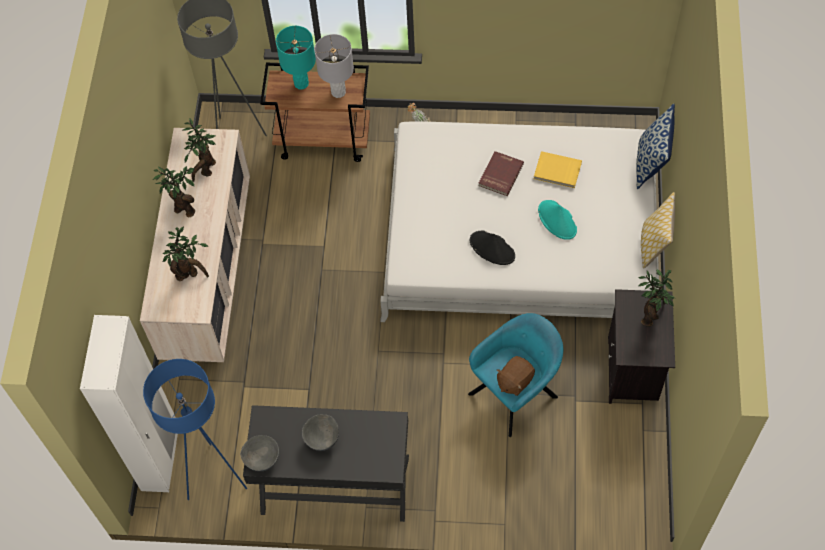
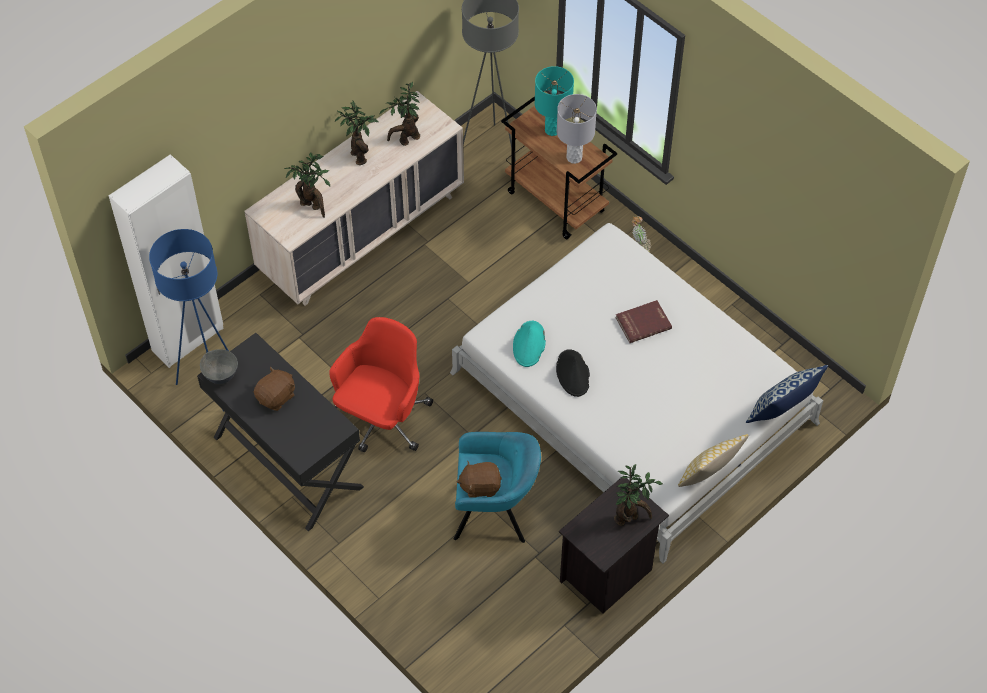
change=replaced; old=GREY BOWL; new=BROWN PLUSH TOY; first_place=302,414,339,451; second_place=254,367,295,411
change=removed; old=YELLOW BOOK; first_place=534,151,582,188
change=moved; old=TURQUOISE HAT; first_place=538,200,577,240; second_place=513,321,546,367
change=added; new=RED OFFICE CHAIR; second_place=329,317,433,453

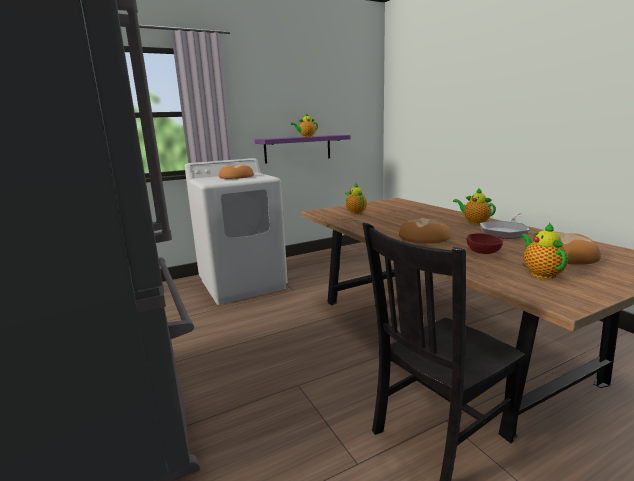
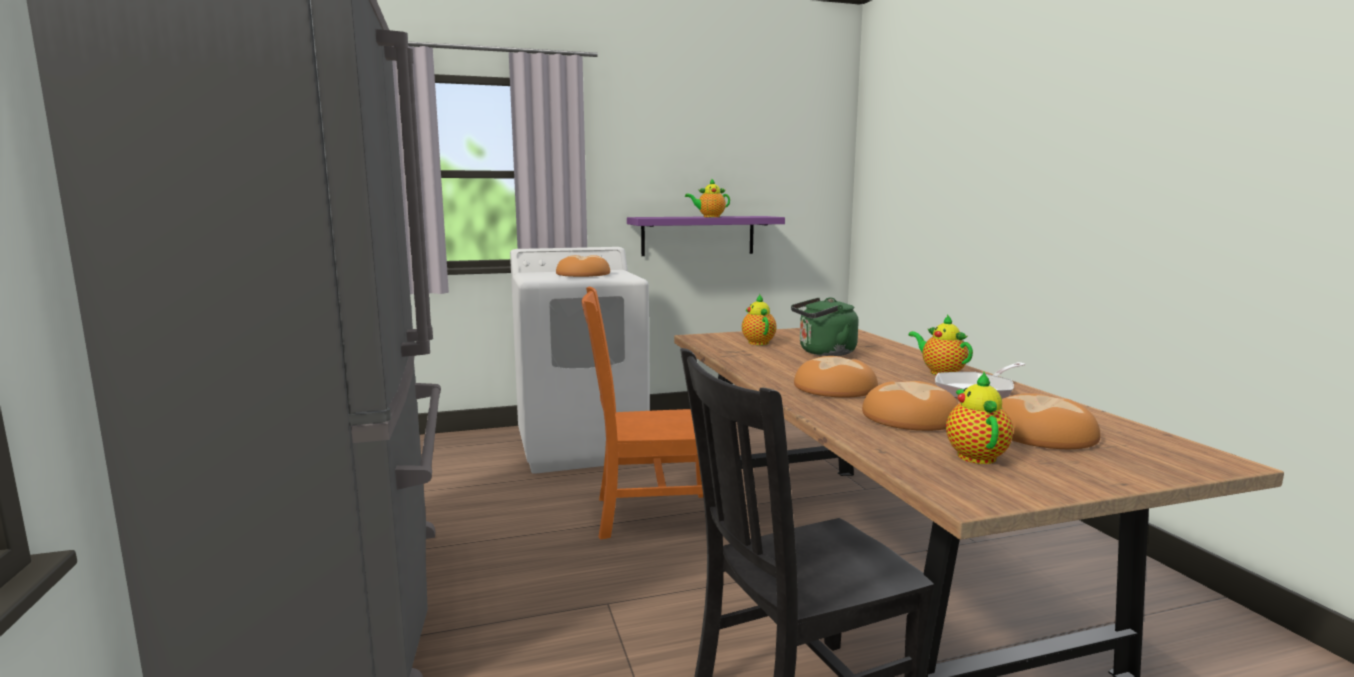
change=replaced; old=RED BOWL; new=BREAD; first_place=467,233,503,254; second_place=862,381,959,431
change=added; new=ORANGE CHAIR; second_place=581,287,703,540
change=added; new=GREEN KETTLE; second_place=791,297,859,356

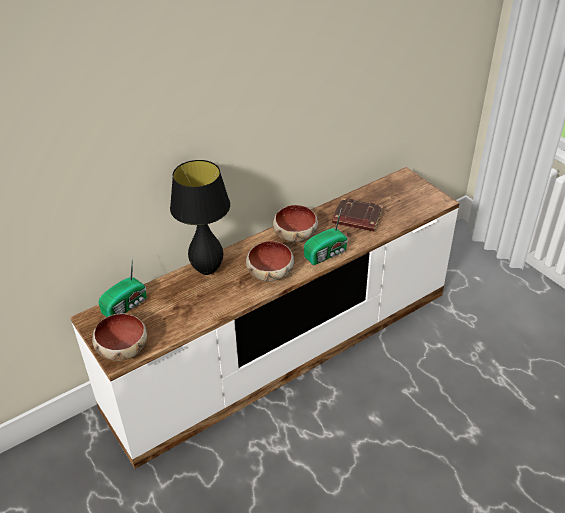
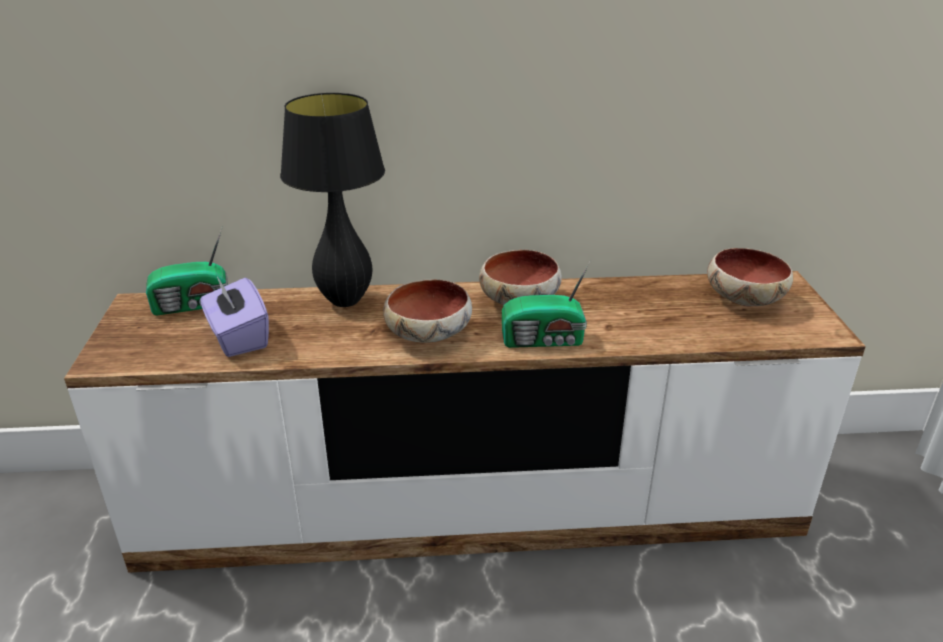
change=moved; old=BOWL; first_place=92,313,147,361; second_place=707,248,793,306
change=removed; old=BROWN BOOK; first_place=332,198,383,232
change=added; new=PURPLE TISSUE BOX; second_place=200,276,269,357

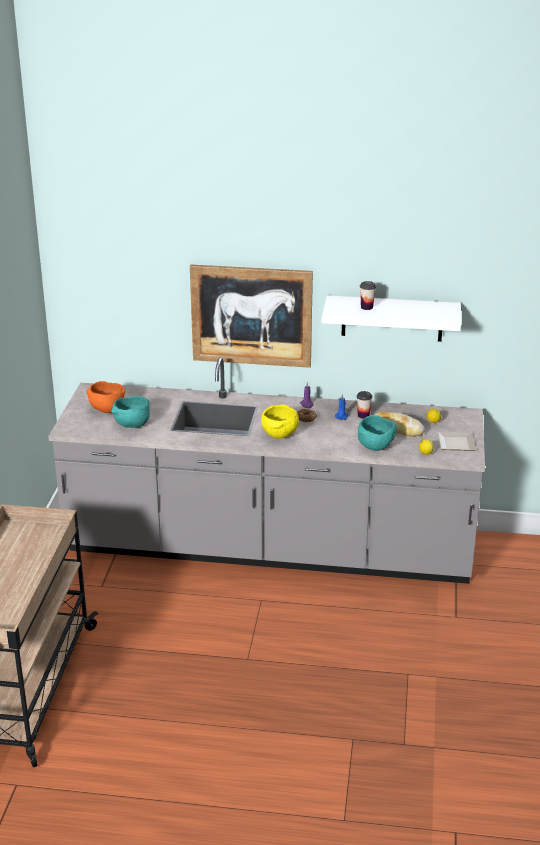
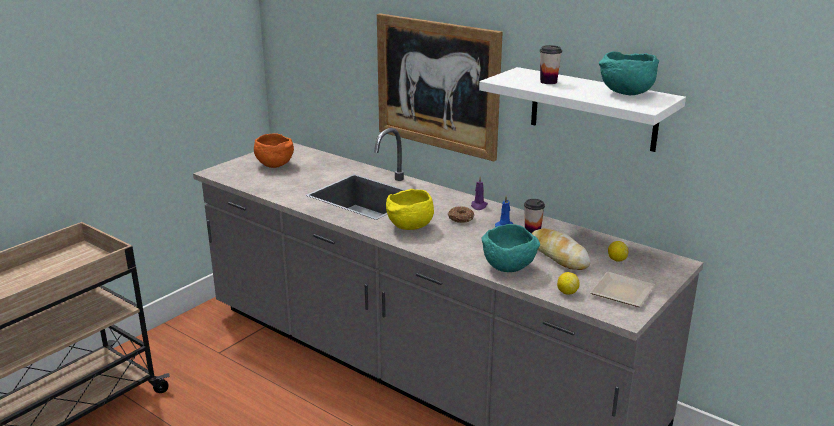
change=moved; old=TURQUOISE BOWL; first_place=111,396,150,428; second_place=599,51,659,95

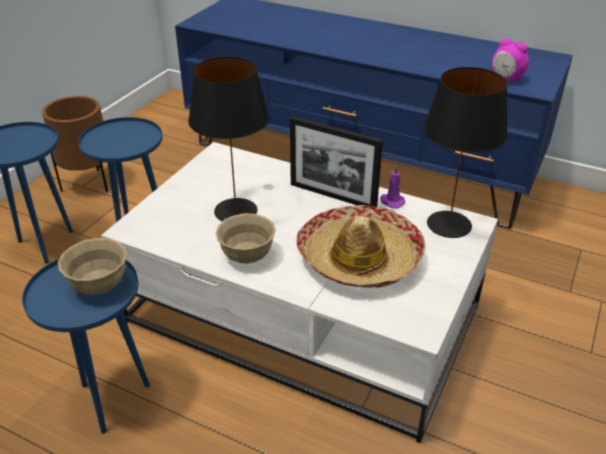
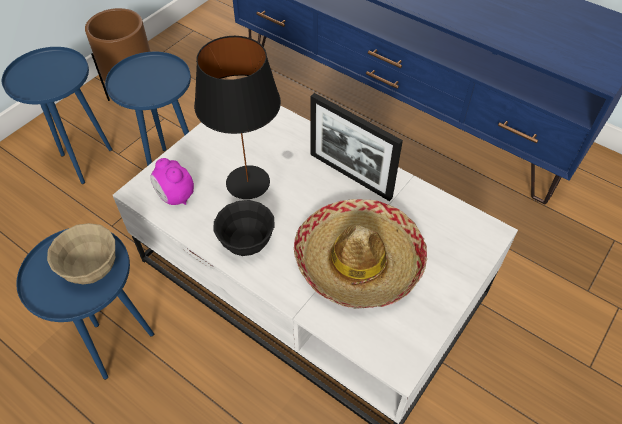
change=recoloured; old=BEIGE BOWL; new=BLACK BOWL; first_place=215,213,276,264; second_place=213,200,275,256
change=removed; old=PURPLE CANDLE; first_place=380,165,405,208
change=removed; old=BLACK TABLE LAMP; first_place=423,67,508,238
change=moved; old=ALARM CLOCK; first_place=491,39,529,82; second_place=150,158,194,205

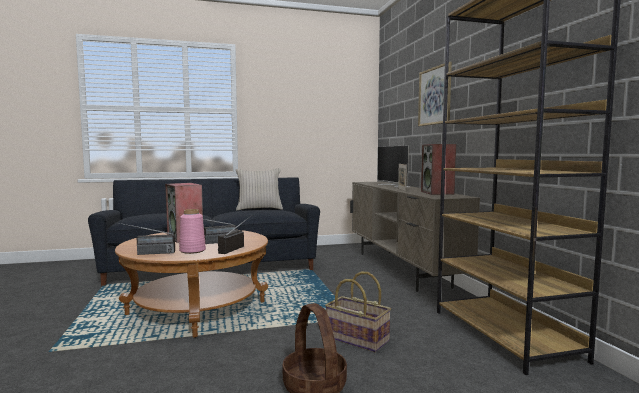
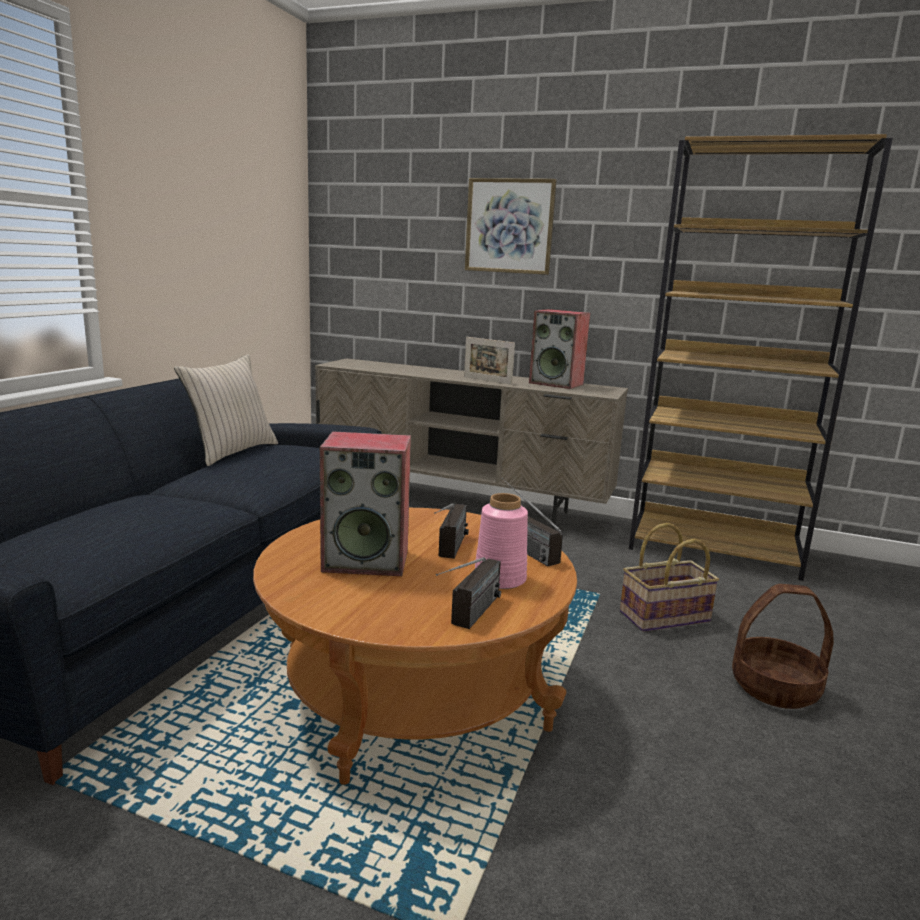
change=removed; old=TELEVISION; first_place=377,145,409,188

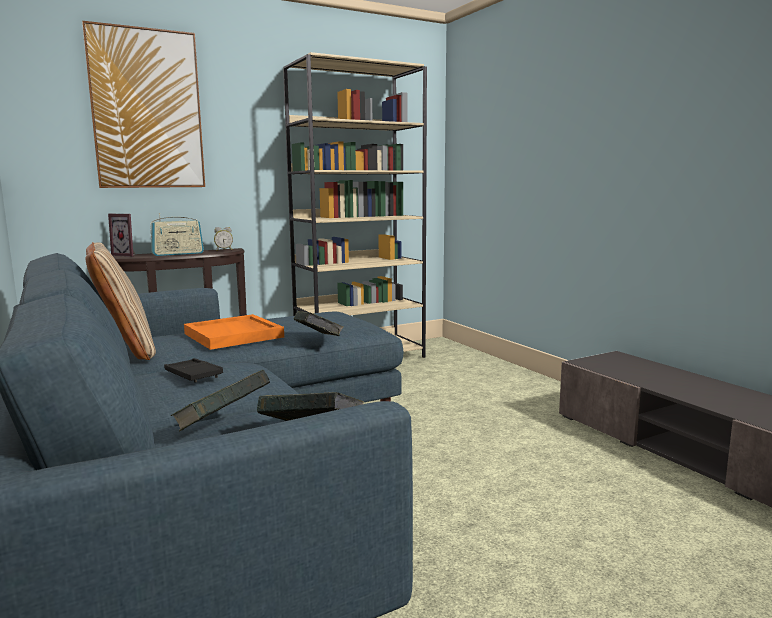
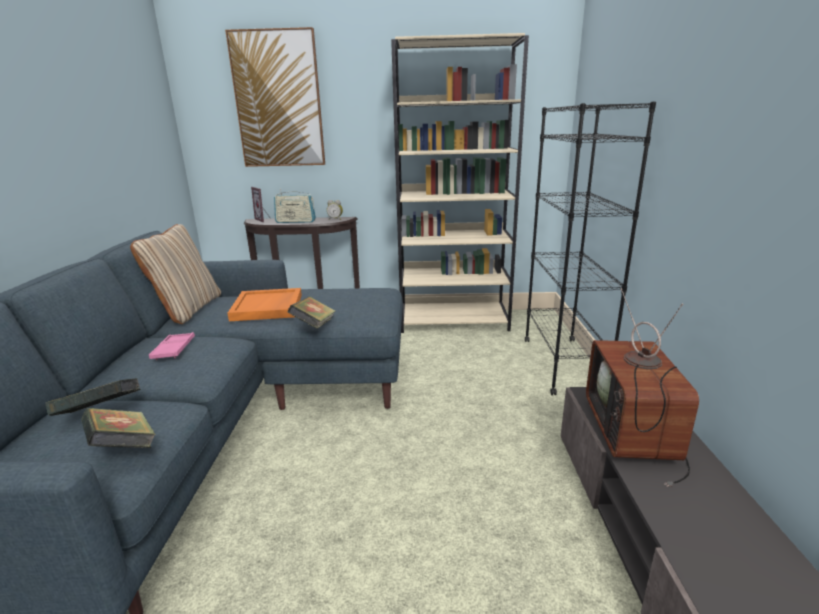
change=recoloured; old=BLACK TRAY; new=PINK TRAY; first_place=164,358,223,383; second_place=149,332,195,360
change=added; new=BLACK BOOKCASE; second_place=525,102,656,395
change=added; new=TELEVISION; second_place=586,288,699,487

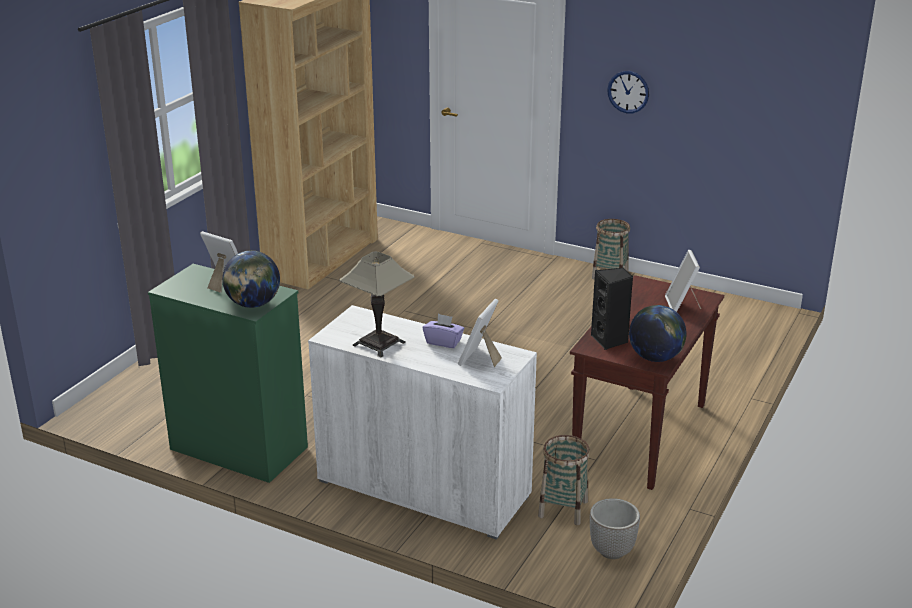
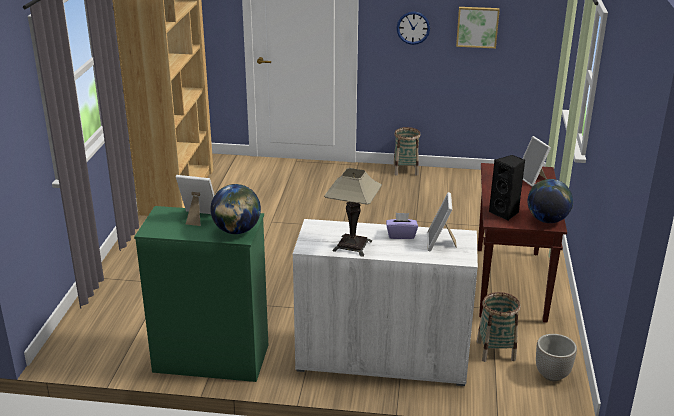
change=added; new=PICTURE; second_place=456,7,500,48

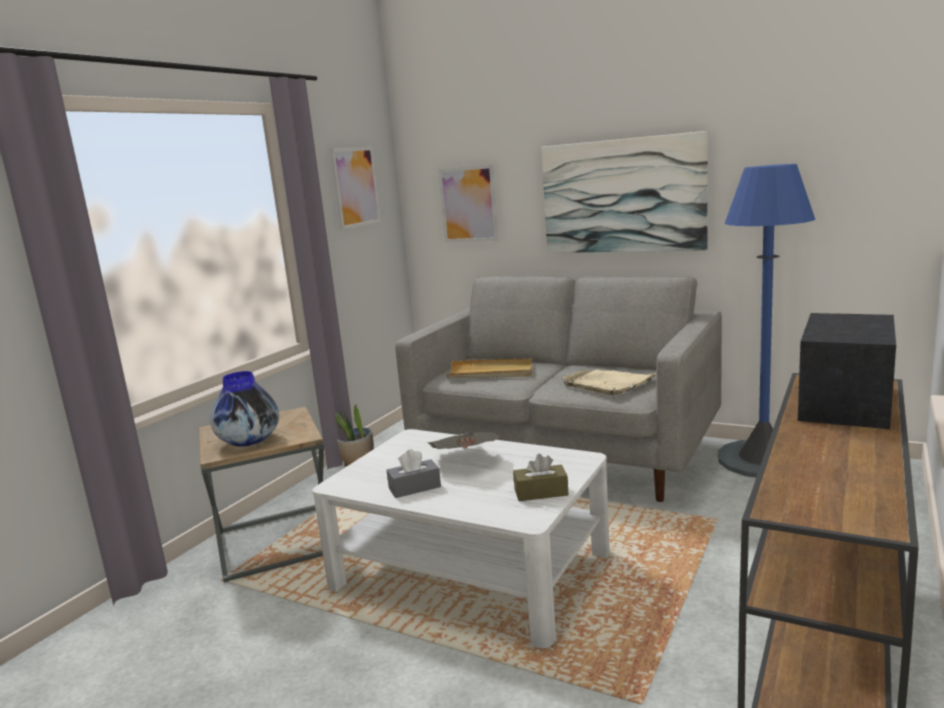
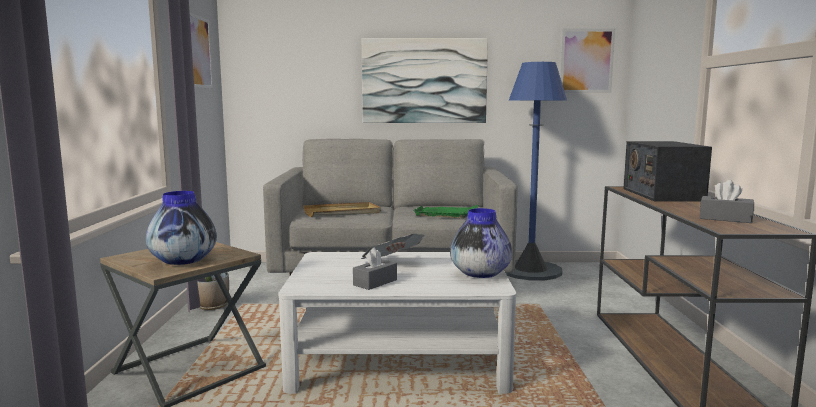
change=moved; old=PICTURE; first_place=438,165,499,242; second_place=560,29,615,93
change=replaced; old=BROWN TISSUE BOX; new=VASE; first_place=513,454,569,501; second_place=450,208,512,278
change=recoloured; old=BEIGE TRAY; new=GREEN TRAY; first_place=561,369,656,395; second_place=413,205,479,218
change=added; new=GREY TISSUE BOX; second_place=700,180,754,223

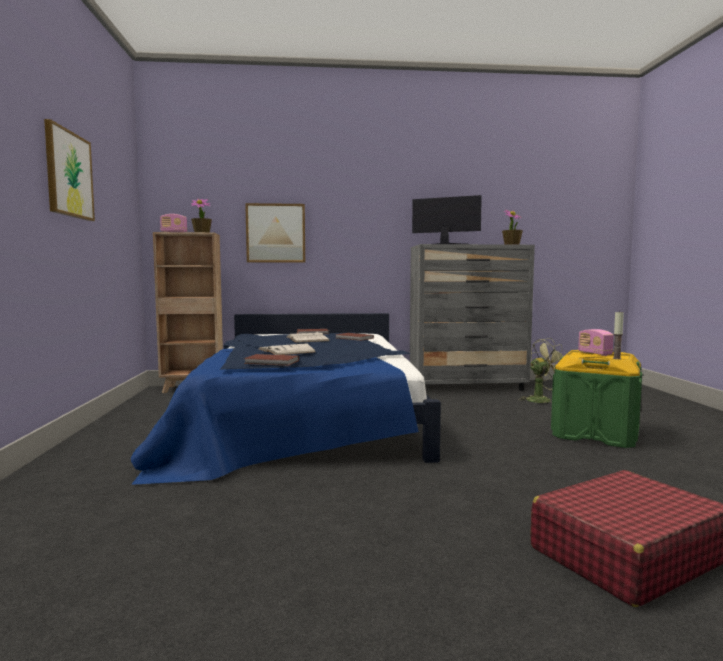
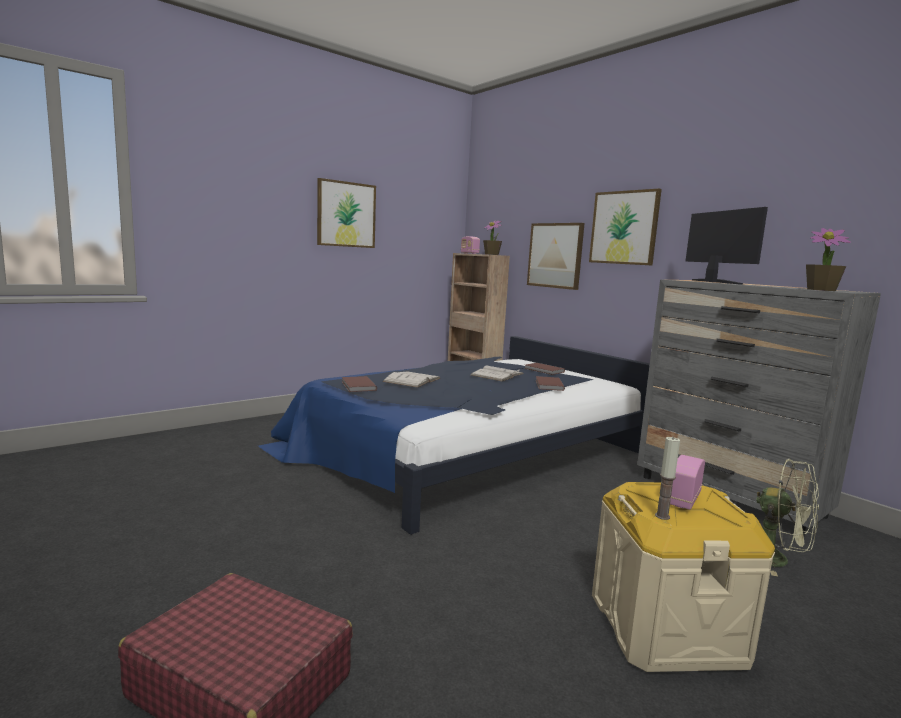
change=recoloured; old=GREEN STORAGE BOX; new=BEIGE STORAGE BOX; first_place=551,350,642,448; second_place=592,482,775,672
change=added; new=PICTURE; second_place=589,189,662,265

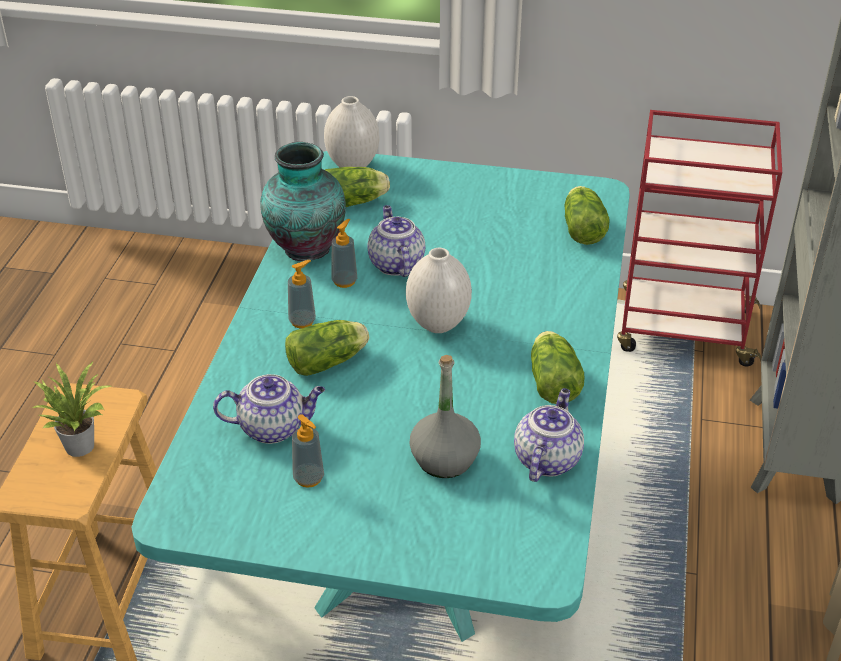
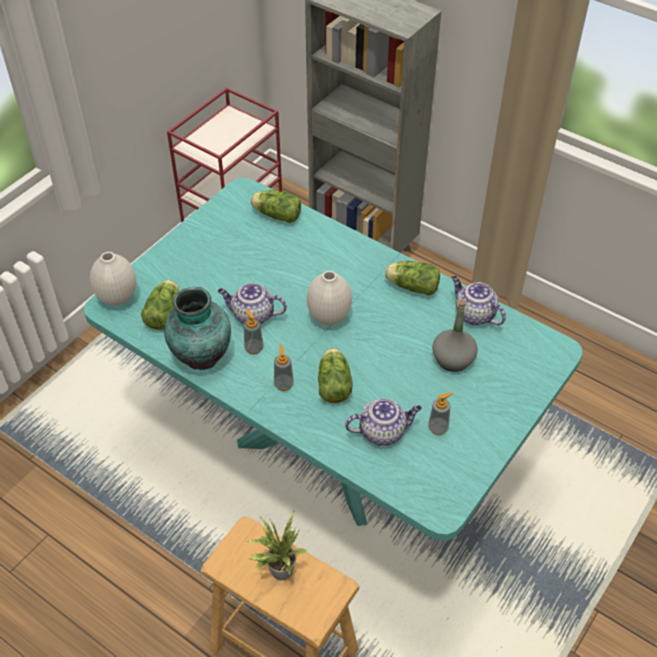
change=turned; old=TEAPOT; first_place=213,374,325,444; second_place=345,399,422,446; degrees=60

